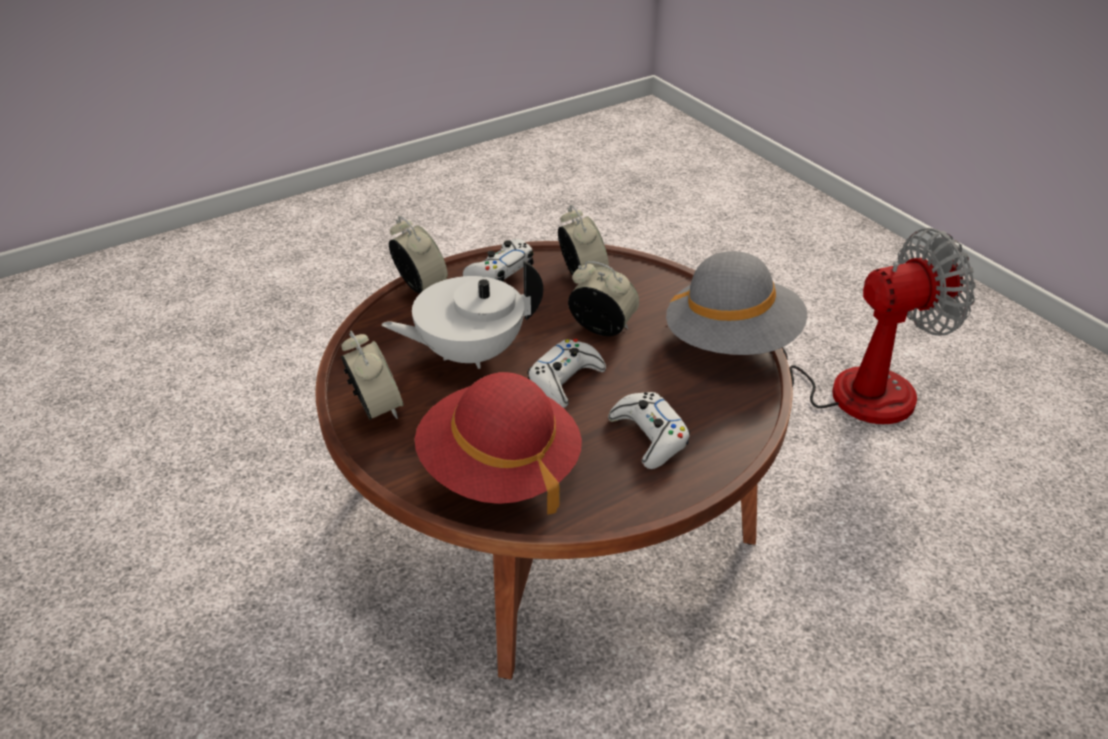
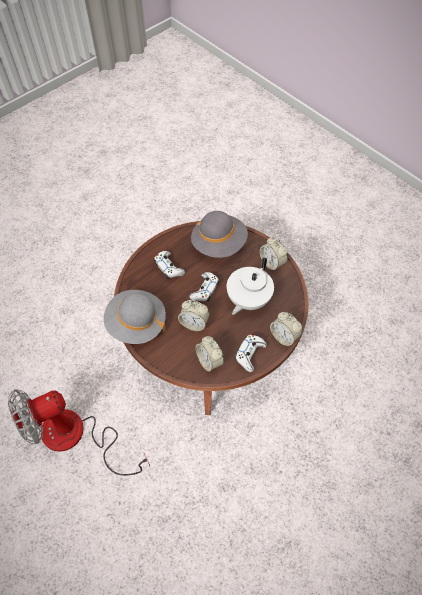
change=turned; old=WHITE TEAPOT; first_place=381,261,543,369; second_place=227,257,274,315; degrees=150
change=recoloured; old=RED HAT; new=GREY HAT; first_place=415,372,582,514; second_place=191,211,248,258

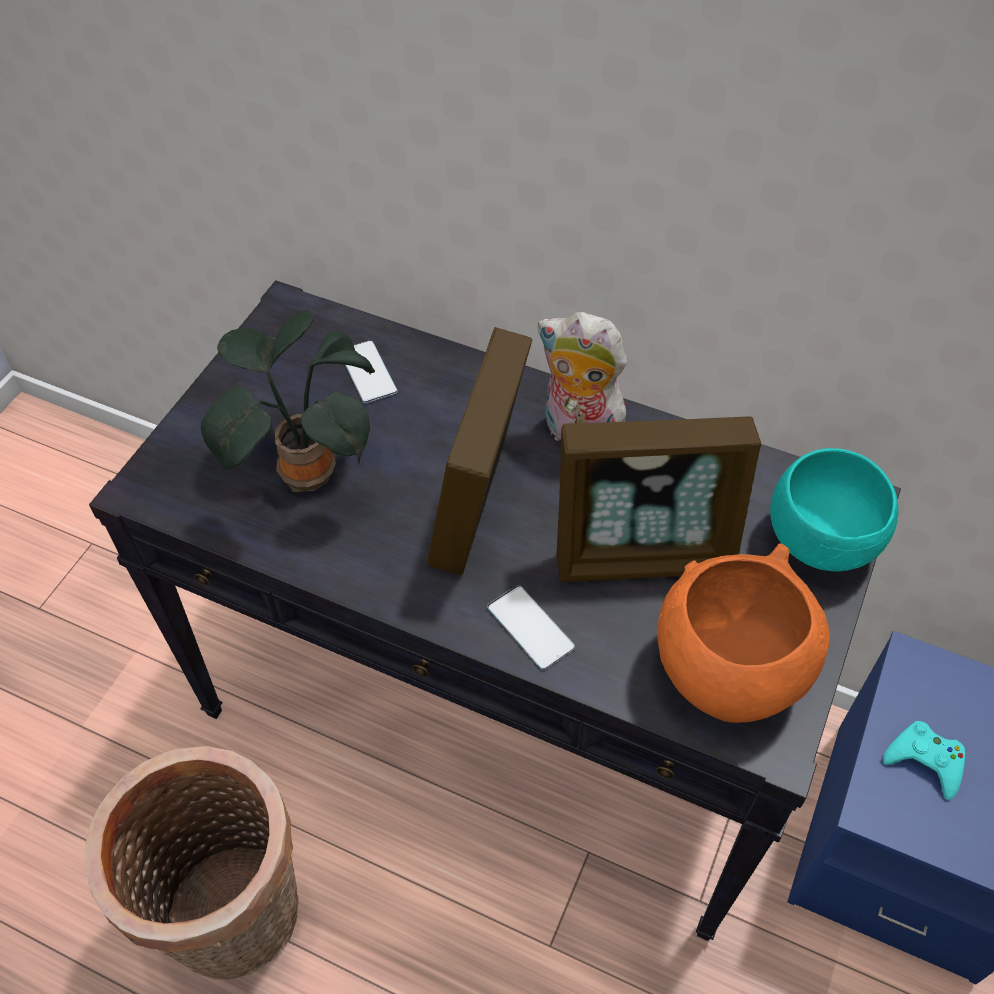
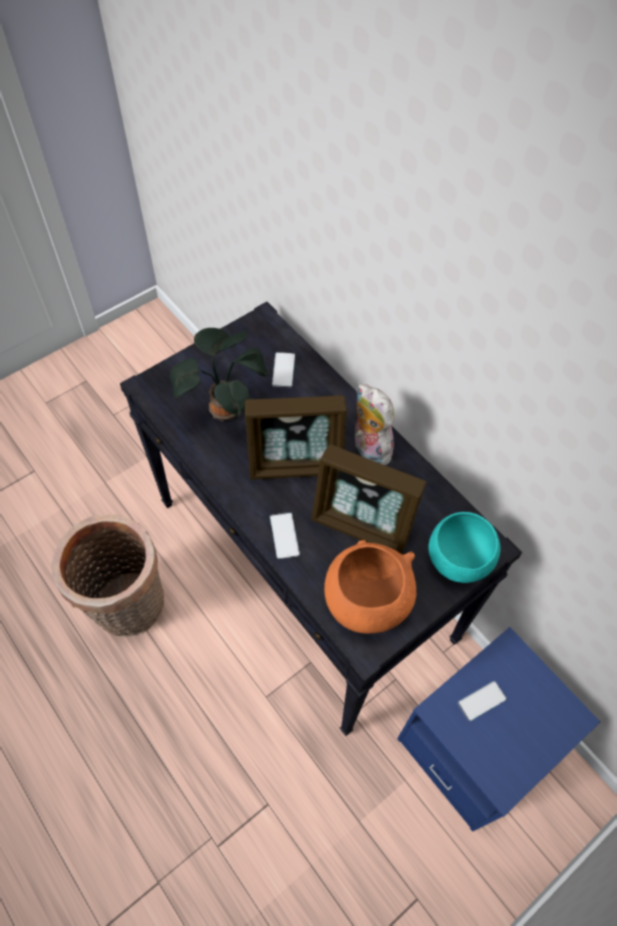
change=turned; old=PICTURE FRAME; first_place=427,327,532,575; second_place=245,395,347,480; degrees=-135
change=replaced; old=TURQUOISE GAME CONTROLLER; new=PHONE; first_place=883,721,965,800; second_place=458,681,507,721

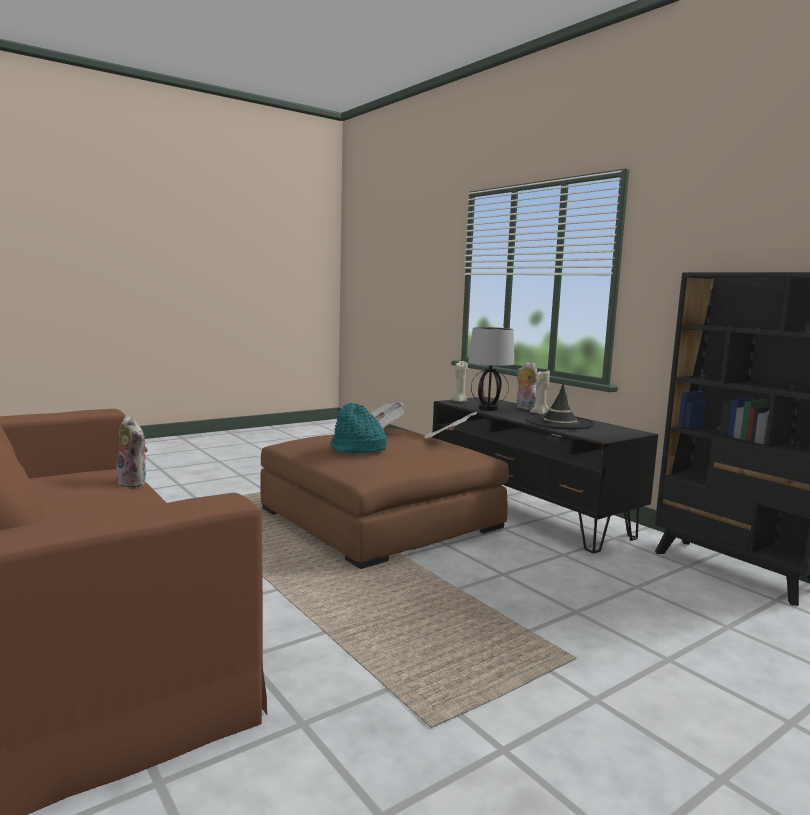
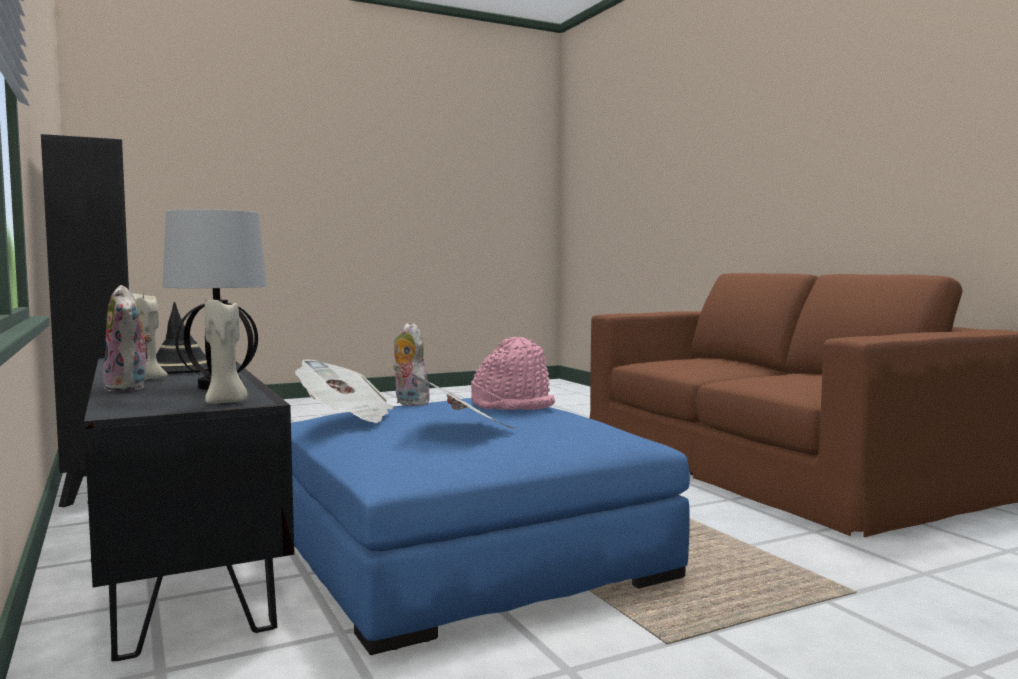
change=moved; old=PLUSH TOY; first_place=116,416,148,488; second_place=393,323,429,406
change=recoloured; old=BROWN OTTOMAN; new=BLUE OTTOMAN; first_place=260,429,509,569; second_place=291,398,690,655
change=recoloured; old=TURQUOISE HAT; new=PINK HAT; first_place=331,403,387,454; second_place=471,337,555,410

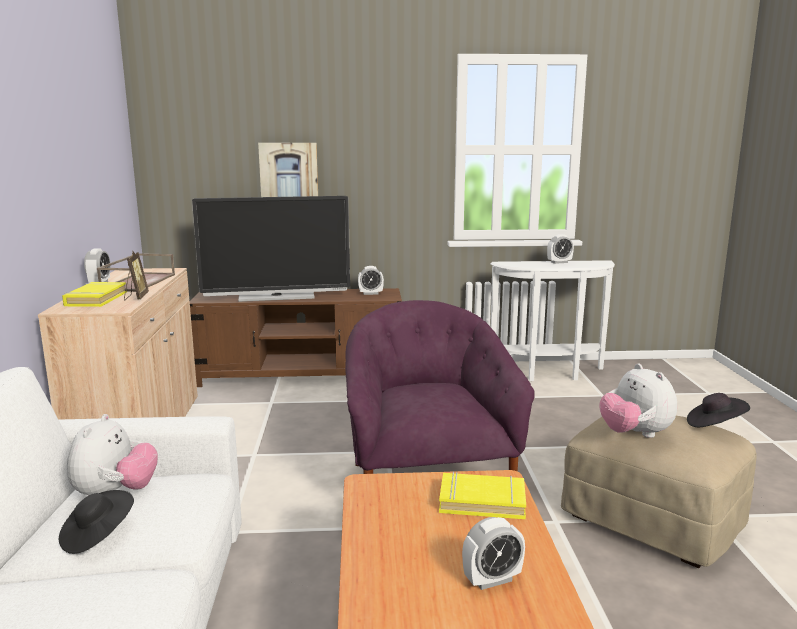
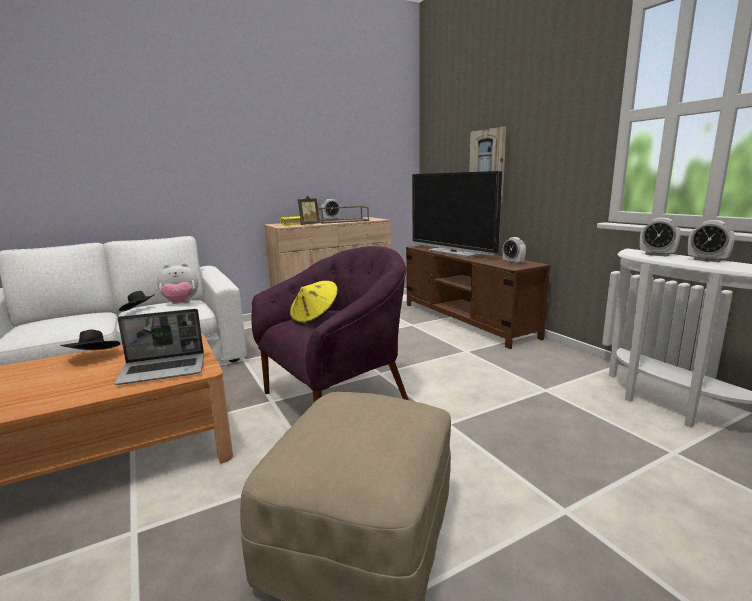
change=replaced; old=YELLOW BOOK; new=LAPTOP; first_place=439,472,526,519; second_place=114,309,204,385
change=moved; old=ALARM CLOCK; first_place=462,517,525,590; second_place=640,218,681,257
change=removed; old=PLUSH TOY; first_place=599,363,677,438
change=moved; old=BLACK HAT; first_place=687,393,750,427; second_place=60,330,120,350
change=added; new=YELLOW HAT; second_place=290,281,338,325

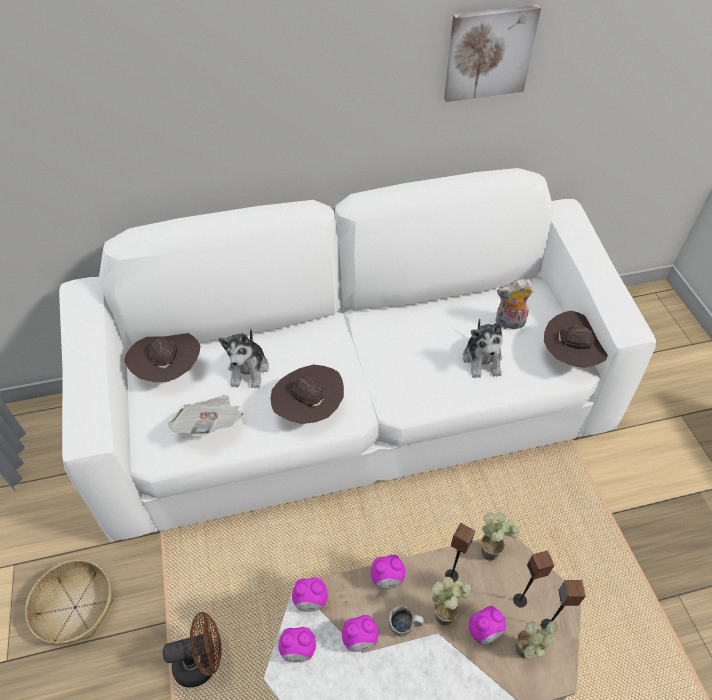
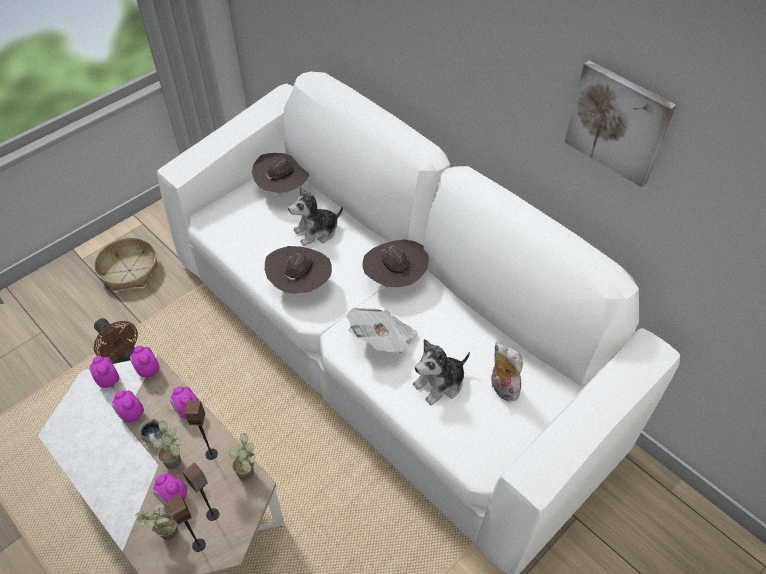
change=moved; old=NEWSPAPER; first_place=168,395,243,437; second_place=347,308,418,353
change=moved; old=BROWN HAT; first_place=544,310,608,368; second_place=363,240,429,287

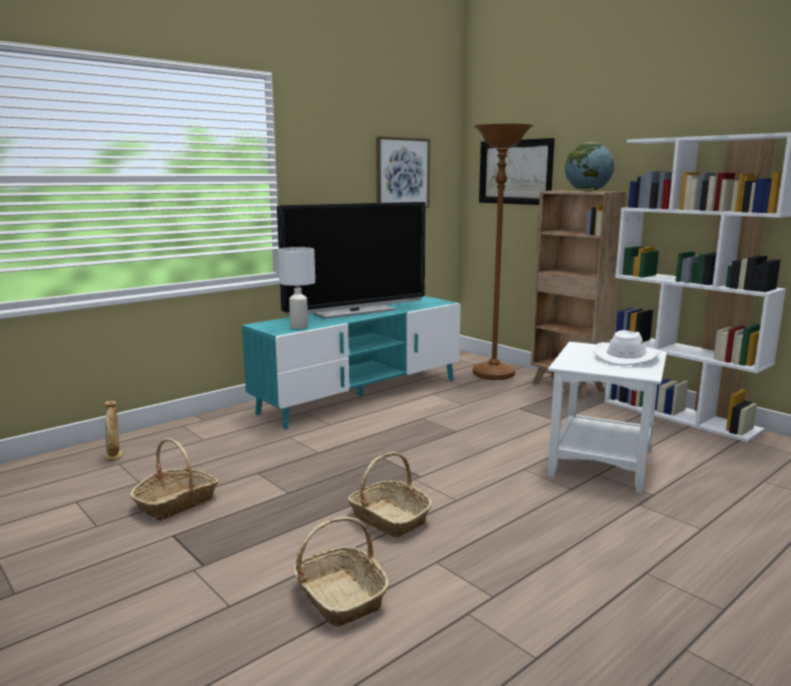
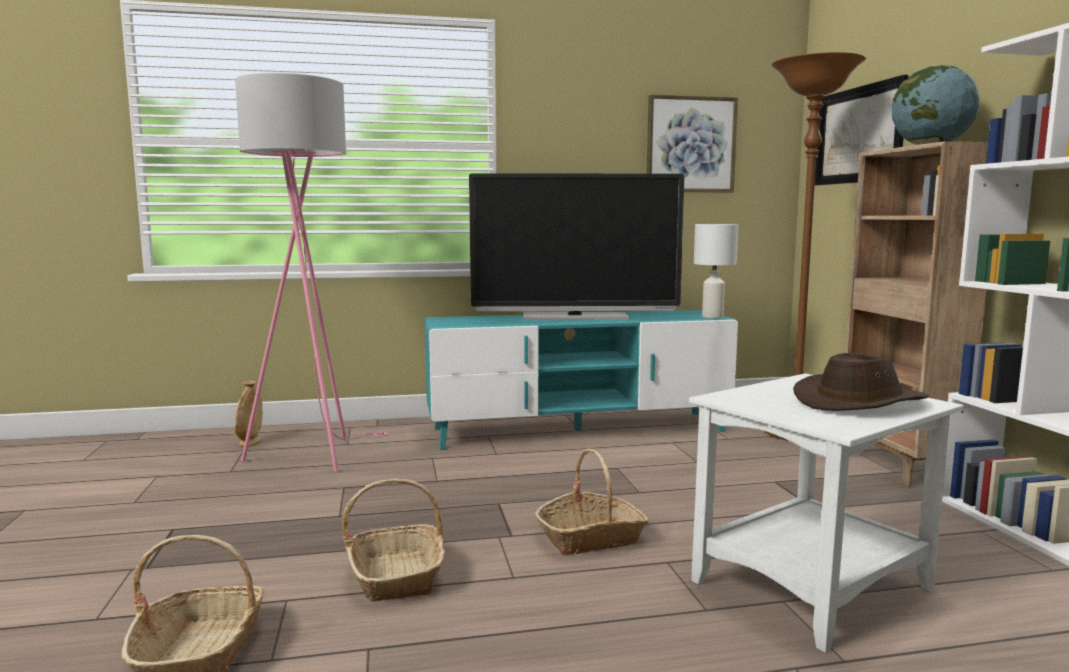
change=moved; old=BASKET; first_place=130,438,219,521; second_place=535,448,649,555
change=moved; old=WHITE TABLE LAMP; first_place=278,247,315,329; second_place=694,224,738,319
change=recoloured; old=WHITE HAT; new=BROWN HAT; first_place=593,330,661,366; second_place=793,353,929,411
change=added; new=PINK FLOOR LAMP; second_place=235,73,388,471

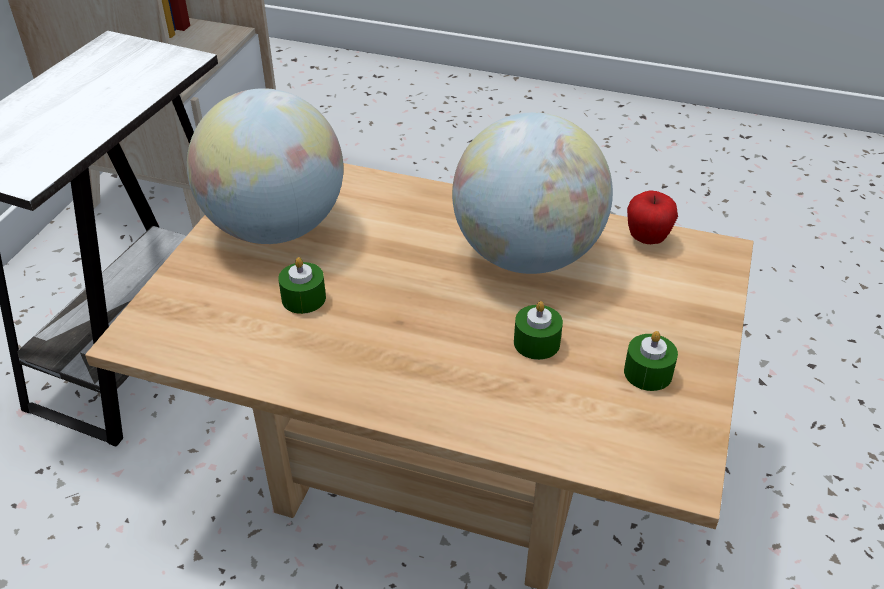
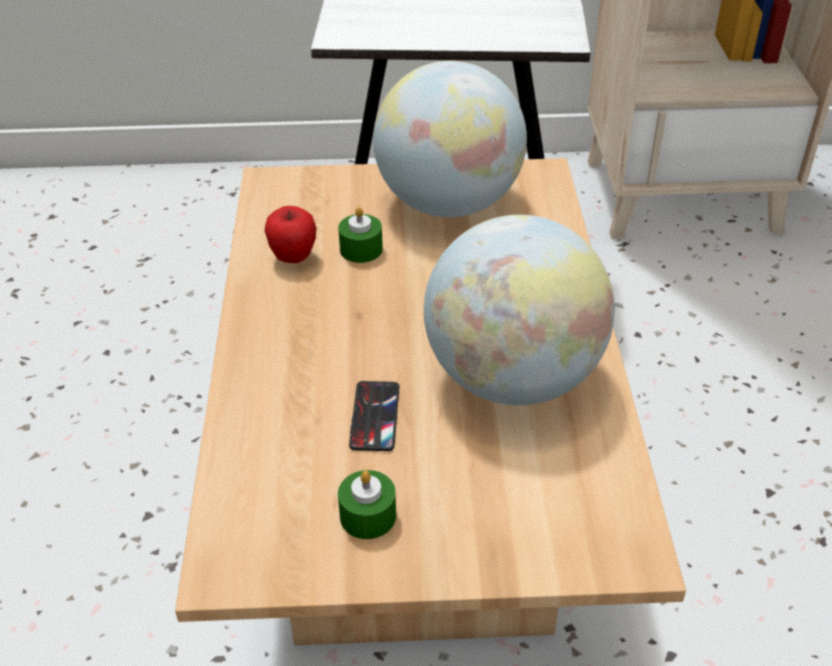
change=replaced; old=GREEN CANDLE; new=PHONE; first_place=514,301,563,360; second_place=349,381,399,451
change=moved; old=APPLE; first_place=627,190,678,244; second_place=264,206,317,263

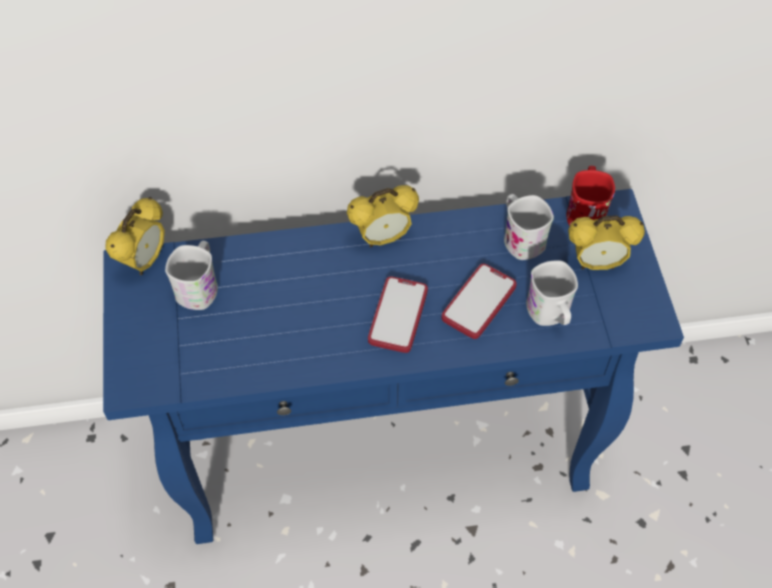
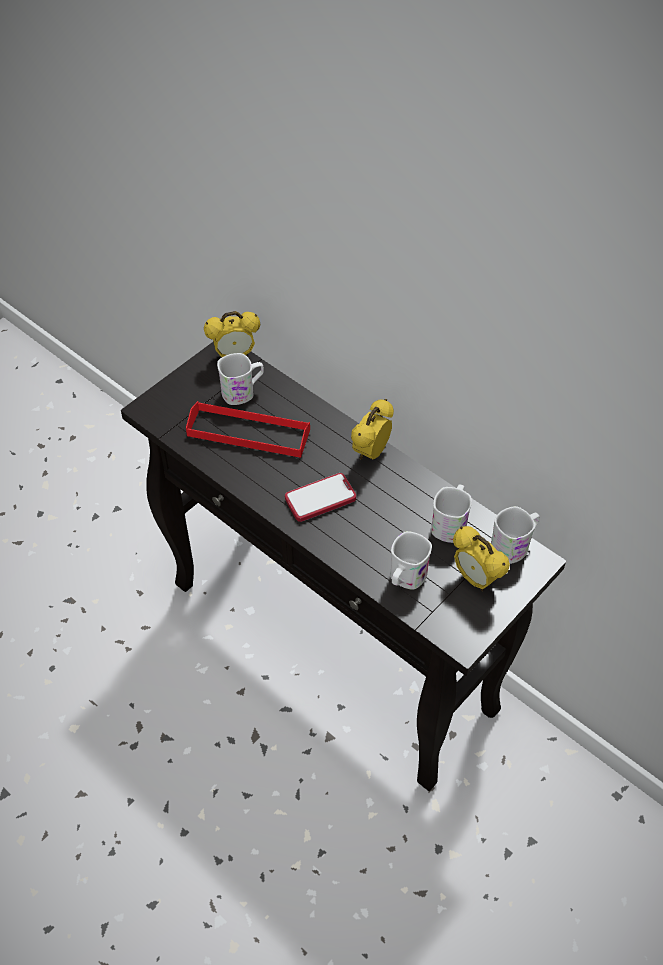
change=recoloured; old=BLUE CONSOLE TABLE; new=BLACK CONSOLE TABLE; first_place=103,189,684,544; second_place=121,342,566,791
change=turned; old=ALARM CLOCK; first_place=347,185,419,247; second_place=351,399,394,460; degrees=90
change=removed; old=PHONE; first_place=442,264,517,339
change=recoloured; old=RED MUG; new=WHITE MUG; first_place=567,166,615,226; second_place=491,506,540,564
change=added; new=RED TRAY; second_place=186,401,310,458

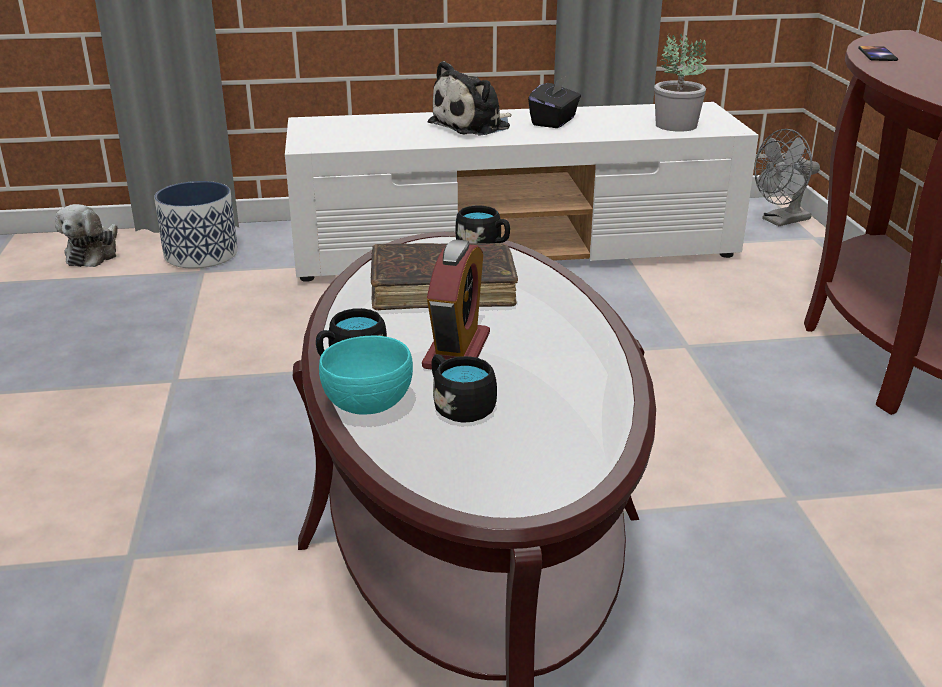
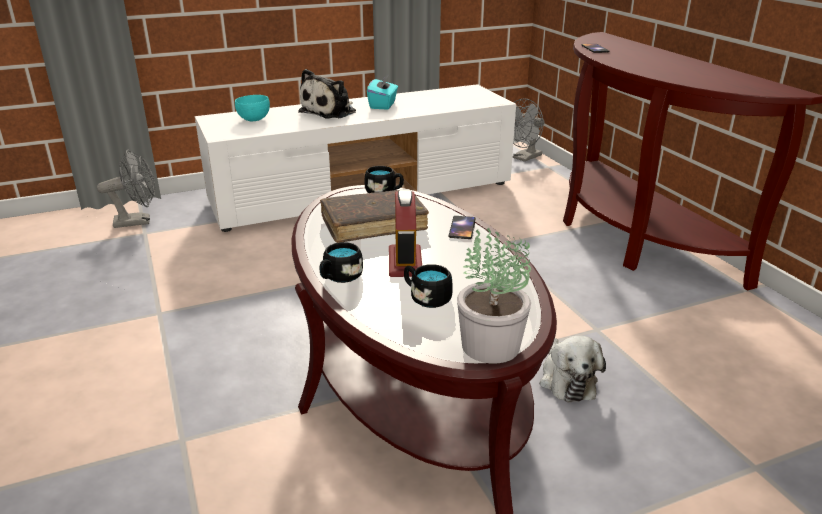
change=moved; old=PLUSH TOY; first_place=55,204,118,267; second_place=540,336,606,402
change=replaced; old=PLANTER; new=GREY FAN; first_place=154,181,238,269; second_place=97,150,155,228
change=moved; old=TURQUOISE BOWL; first_place=319,336,413,414; second_place=235,95,270,122
change=recoloured; old=BLACK TISSUE BOX; new=TURQUOISE TISSUE BOX; first_place=528,75,581,128; second_place=367,74,398,110
change=moved; old=POTTED PLANT; first_place=654,34,707,132; second_place=457,228,531,364
change=added; new=PHONE; second_place=449,216,475,239

